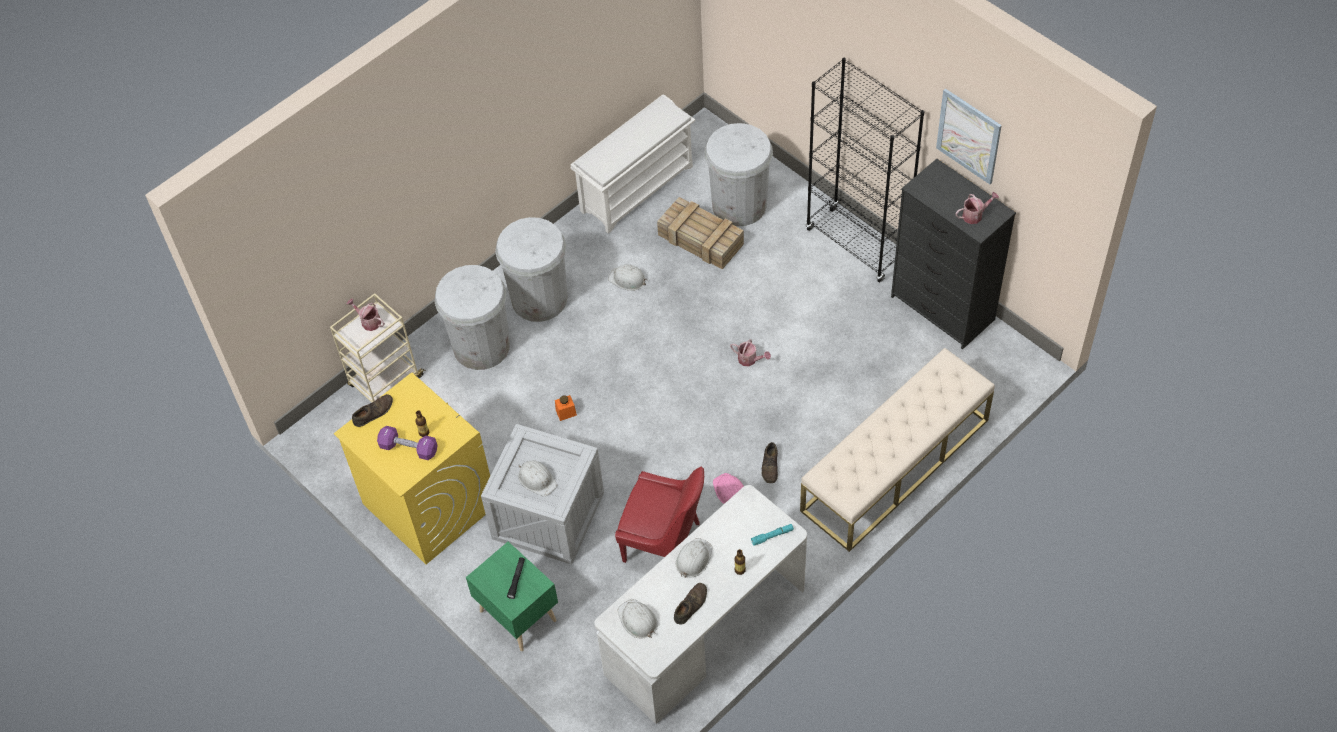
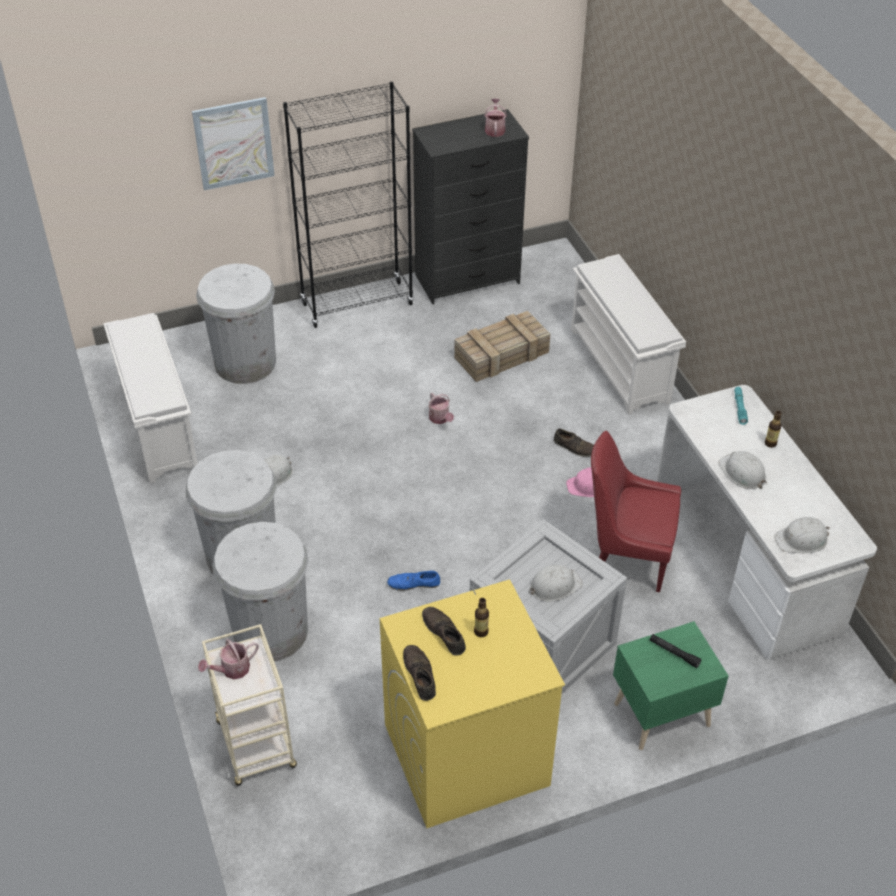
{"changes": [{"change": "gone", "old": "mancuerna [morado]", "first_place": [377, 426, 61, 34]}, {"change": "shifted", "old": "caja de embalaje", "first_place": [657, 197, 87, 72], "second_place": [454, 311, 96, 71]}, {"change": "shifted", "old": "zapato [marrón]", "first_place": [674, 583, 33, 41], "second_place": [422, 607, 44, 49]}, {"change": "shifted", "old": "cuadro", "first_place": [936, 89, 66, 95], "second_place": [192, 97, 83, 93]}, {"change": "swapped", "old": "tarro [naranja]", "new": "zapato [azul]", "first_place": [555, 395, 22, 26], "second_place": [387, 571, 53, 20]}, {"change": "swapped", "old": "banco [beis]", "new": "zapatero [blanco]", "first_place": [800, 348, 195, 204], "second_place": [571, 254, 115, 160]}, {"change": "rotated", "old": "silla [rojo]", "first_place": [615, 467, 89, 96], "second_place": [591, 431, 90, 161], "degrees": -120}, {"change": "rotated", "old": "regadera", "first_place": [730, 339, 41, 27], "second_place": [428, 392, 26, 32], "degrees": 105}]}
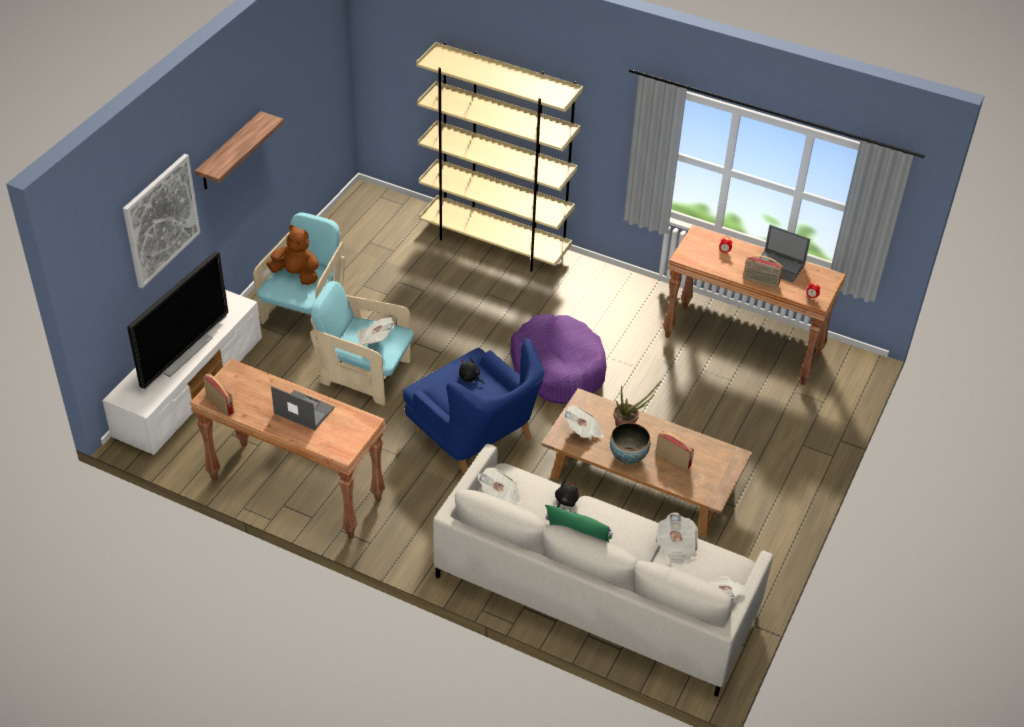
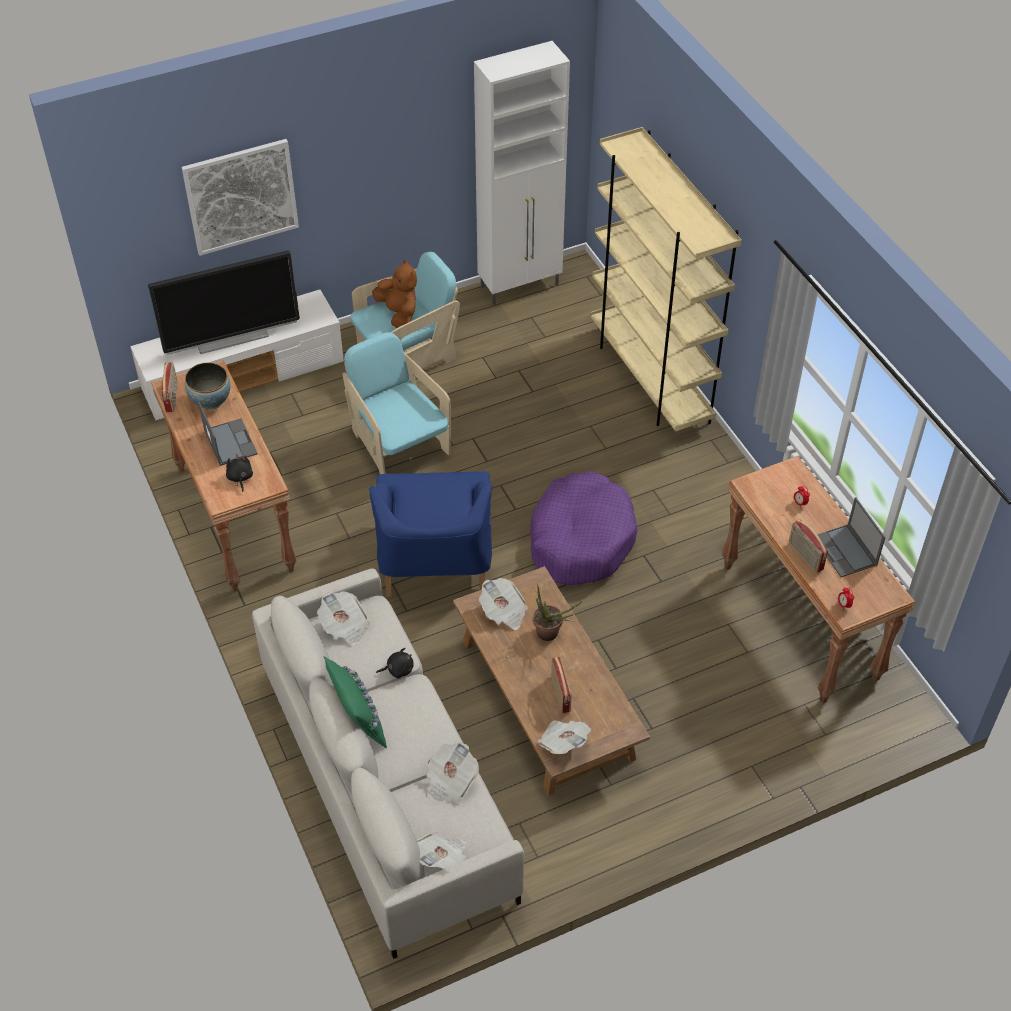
{"changes": [{"change": "gone", "old": "estante", "first_place": [195, 111, 89, 78]}, {"change": "new", "new": "armario [blanco]", "second_place": [474, 41, 96, 264]}, {"change": "shifted", "old": "periódico", "first_place": [357, 317, 38, 28], "second_place": [537, 720, 54, 34]}, {"change": "shifted", "old": "peluche [negro]", "first_place": [459, 358, 25, 26], "second_place": [226, 454, 27, 38]}, {"change": "shifted", "old": "cuenco", "first_place": [610, 423, 40, 42], "second_place": [185, 363, 45, 47]}]}
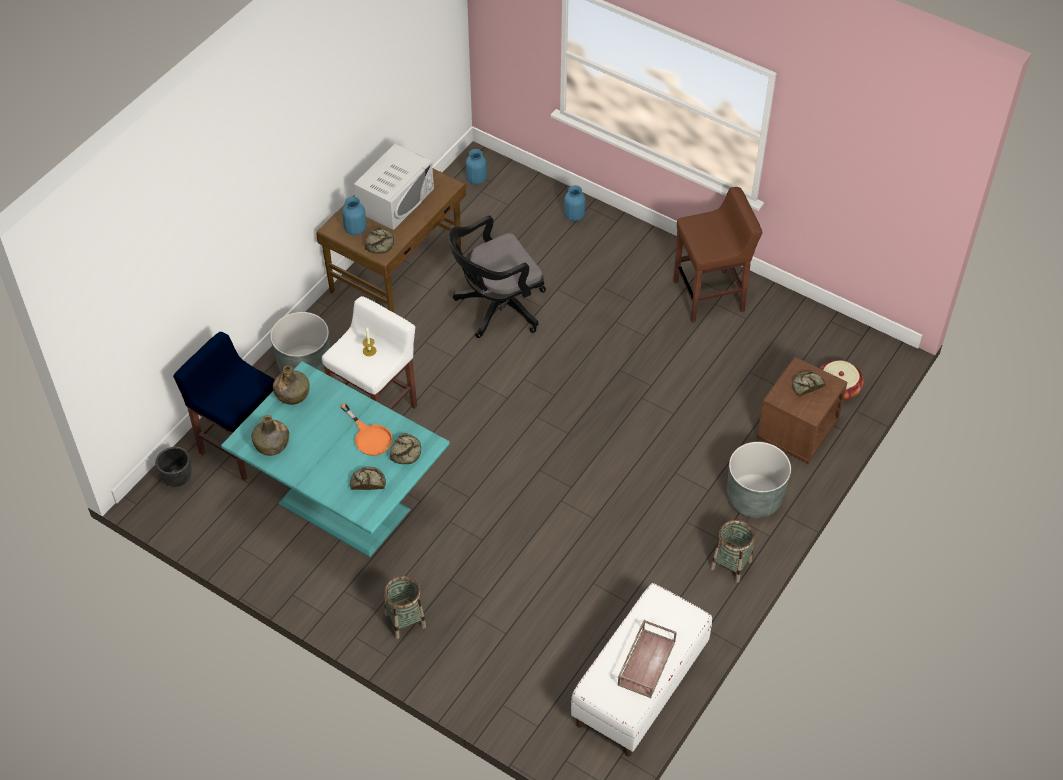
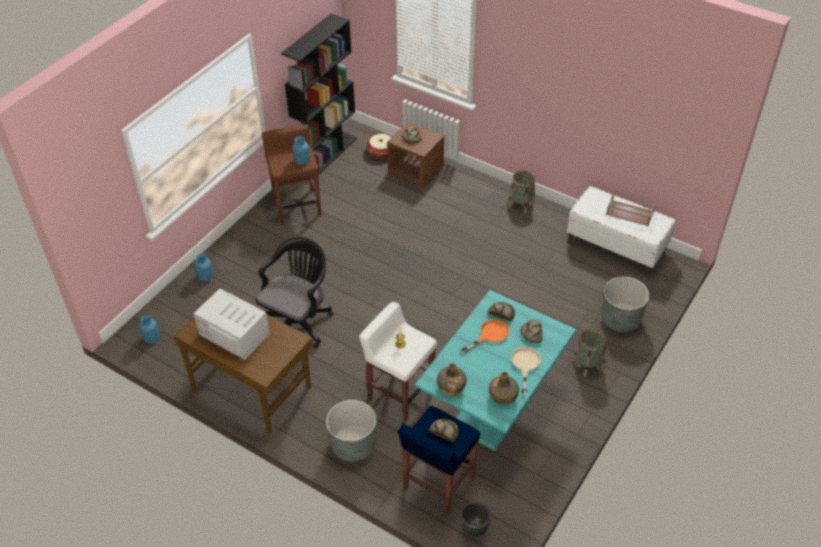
{"changes": [{"change": "new", "new": "estantería [negro]", "second_place": [281, 13, 76, 167]}, {"change": "new", "new": "sartén [beis]", "second_place": [511, 347, 30, 48]}, {"change": "shifted", "old": "florero [azul]", "first_place": [342, 196, 24, 39], "second_place": [293, 136, 17, 29]}, {"change": "shifted", "old": "pan", "first_place": [365, 227, 29, 27], "second_place": [429, 419, 30, 23]}, {"change": "shifted", "old": "maceta [gris]", "first_place": [727, 442, 64, 76], "second_place": [601, 277, 48, 55]}, {"change": "rotated", "old": "silla de oficina [negro]", "first_place": [448, 215, 98, 123], "second_place": [256, 237, 77, 111], "degrees": -120}]}
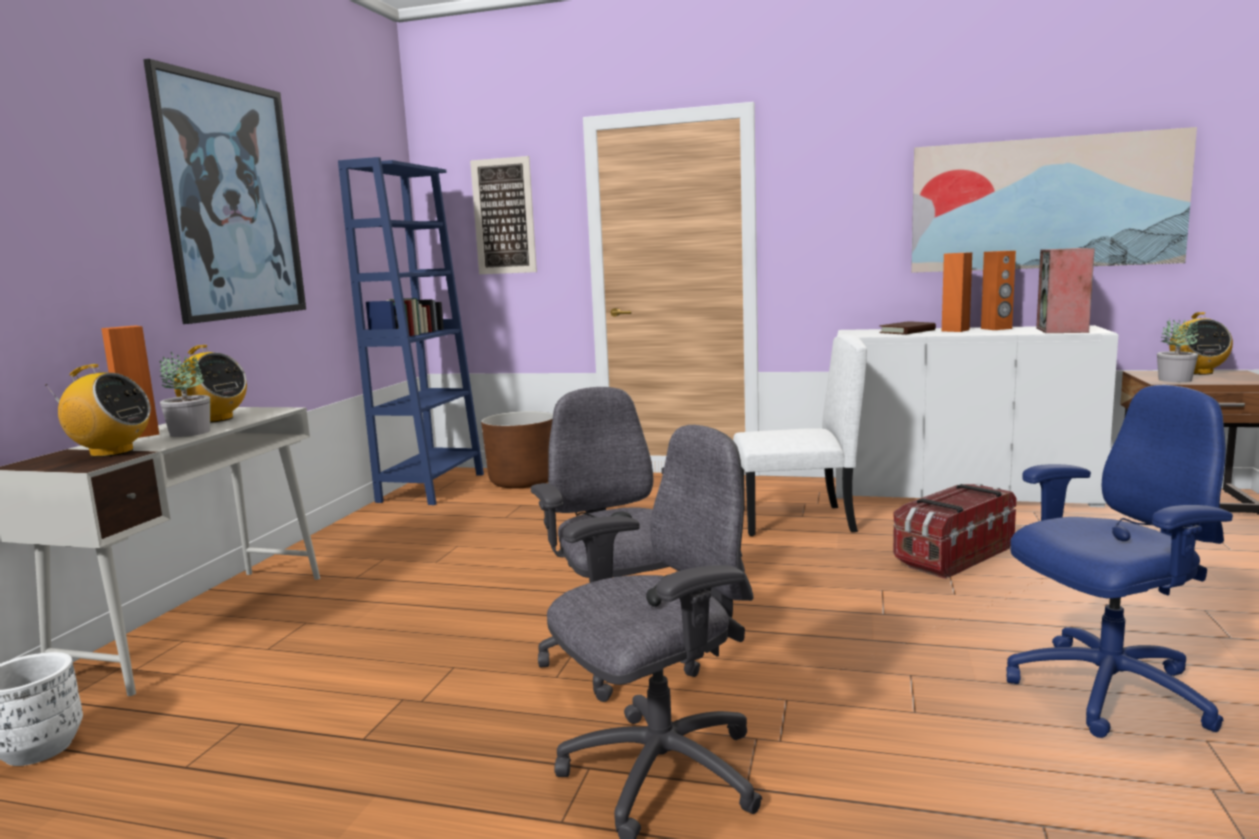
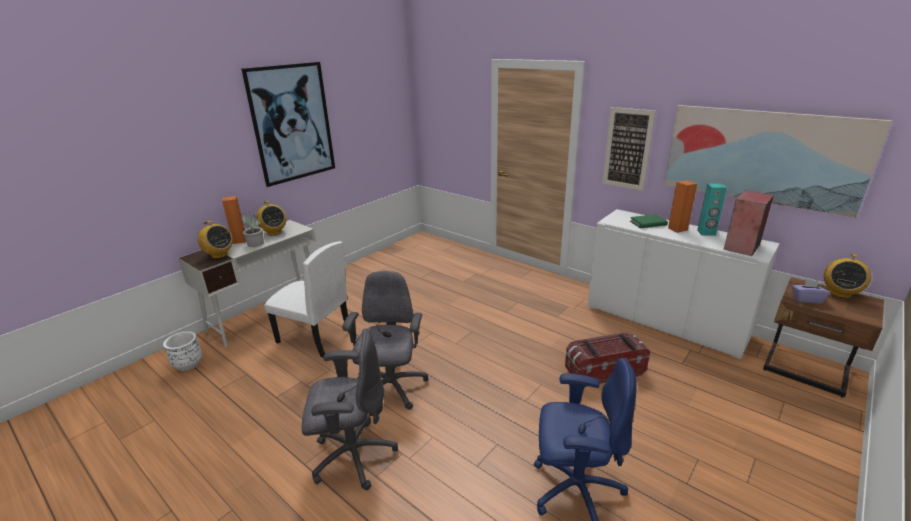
{"changes": [{"change": "gone", "old": "estantería [azul]", "first_place": [338, 157, 146, 348]}, {"change": "gone", "old": "maceta [marrón]", "first_place": [481, 411, 72, 78]}, {"change": "shifted", "old": "cuadro", "first_place": [470, 156, 67, 118], "second_place": [602, 107, 54, 84]}, {"change": "shifted", "old": "silla [blanco]", "first_place": [733, 334, 134, 202], "second_place": [264, 241, 85, 116]}, {"change": "swapped", "old": "planta en maceta", "new": "caja de pañuelos [morado]", "first_place": [1157, 319, 41, 63], "second_place": [792, 279, 38, 25]}, {"change": "repainted", "old": "libro [marrón]", "new": "libro [verde]", "first_place": [879, 321, 57, 13], "second_place": [630, 214, 38, 14]}, {"change": "repainted", "old": "altavoz [naranja]", "new": "altavoz [turquesa]", "first_place": [981, 251, 35, 79], "second_place": [697, 184, 30, 52]}]}
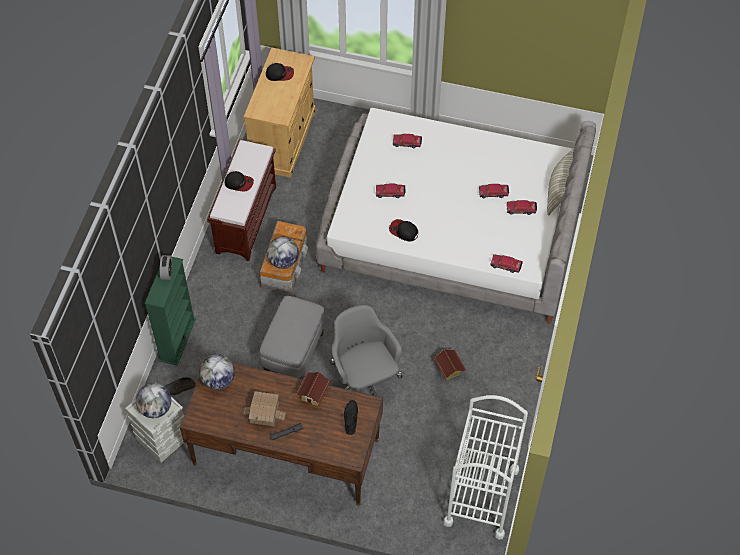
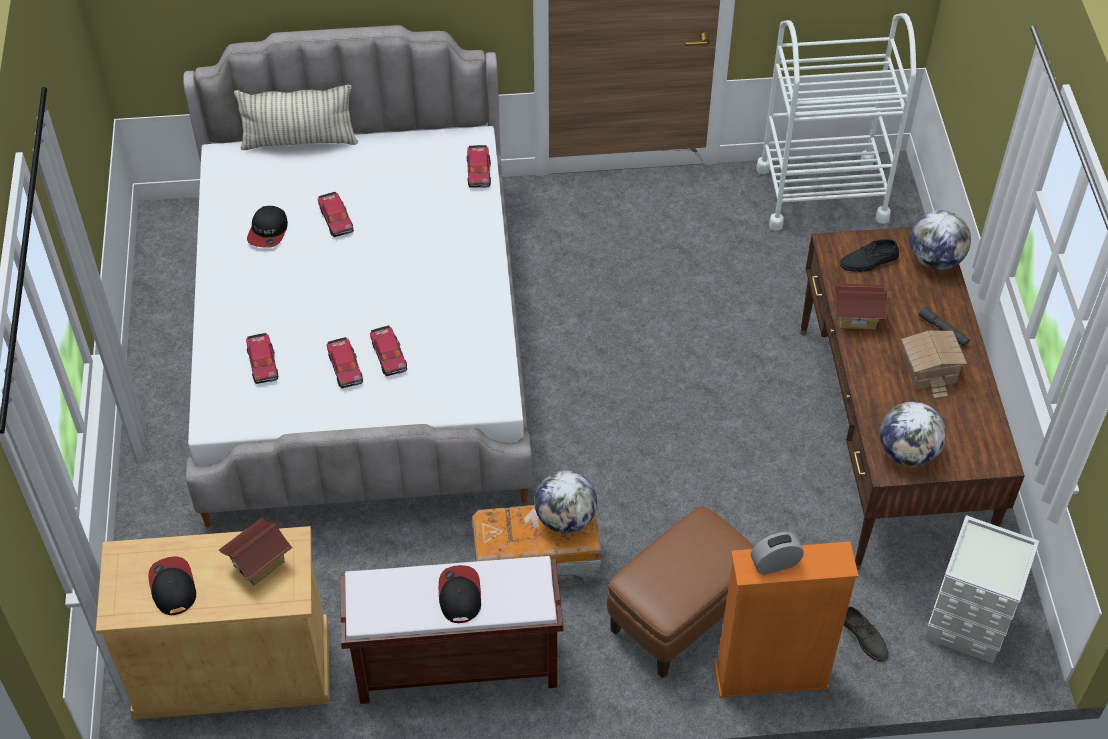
{"changes": [{"change": "gone", "old": "puf [gris]", "first_place": [259, 296, 66, 83]}, {"change": "gone", "old": "silla de oficina [gris]", "first_place": [329, 305, 75, 91]}, {"change": "new", "new": "puf [marrón]", "second_place": [607, 506, 147, 172]}, {"change": "shifted", "old": "globo terráqueo", "first_place": [136, 383, 35, 35], "second_place": [910, 210, 61, 60]}, {"change": "shifted", "old": "gorra", "first_place": [389, 219, 29, 23], "second_place": [247, 206, 41, 42]}, {"change": "shifted", "old": "casita", "first_place": [433, 349, 33, 32], "second_place": [219, 518, 74, 68]}, {"change": "shifted", "old": "coche de juguete", "first_place": [507, 200, 30, 15], "second_place": [327, 337, 36, 51]}, {"change": "repainted", "old": "estantería [verde]", "new": "estantería [naranja]", "first_place": [145, 256, 51, 110], "second_place": [714, 541, 144, 157]}]}
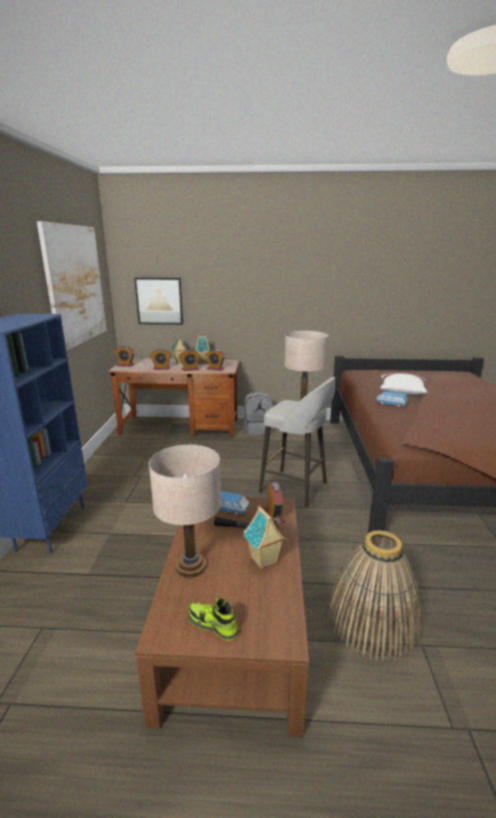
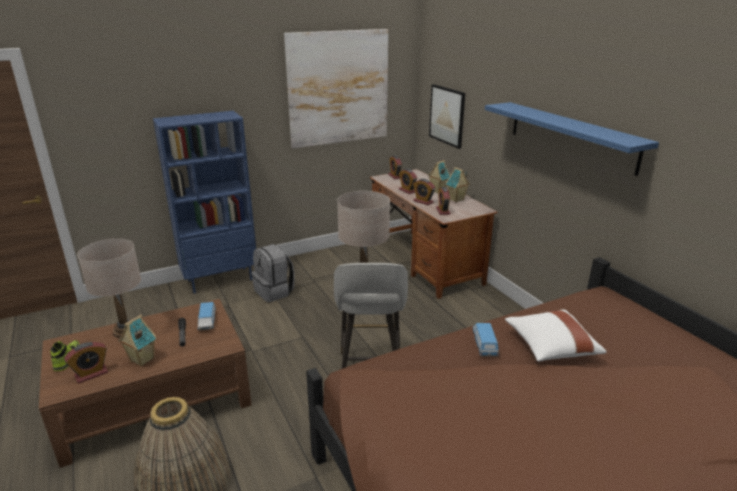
{"changes": [{"change": "new", "new": "estante [azul]", "second_place": [485, 102, 174, 74]}, {"change": "shifted", "old": "mochila [gris]", "first_place": [244, 392, 29, 44], "second_place": [251, 244, 44, 58]}, {"change": "shifted", "old": "despertador", "first_place": [265, 482, 20, 41], "second_place": [64, 342, 44, 42]}]}
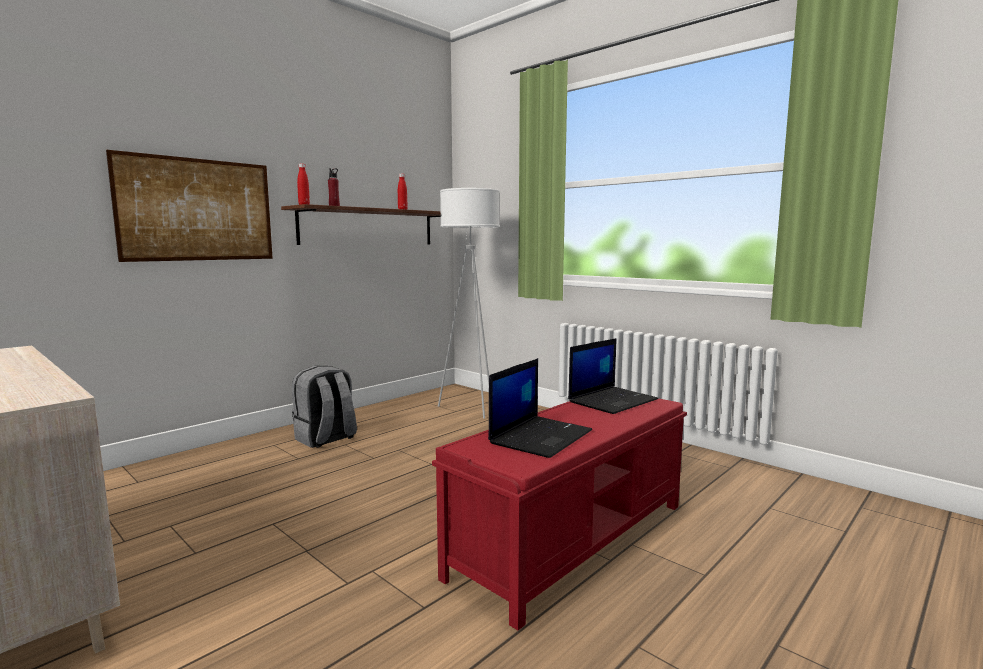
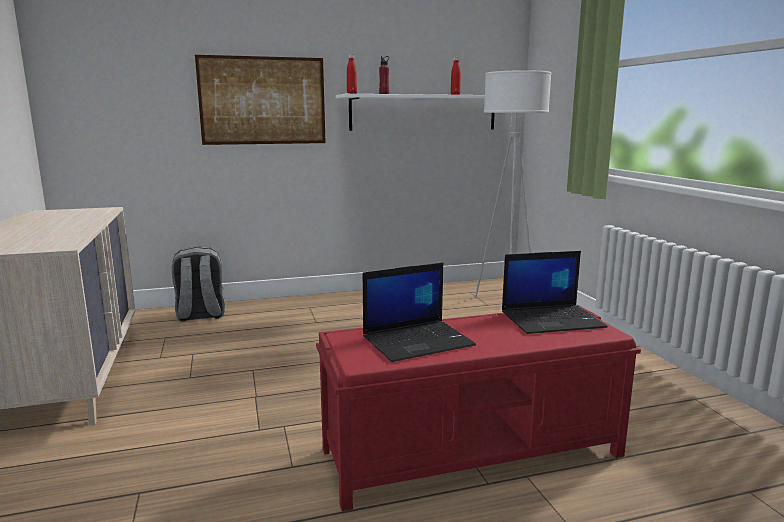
{"changes": [{"change": "shifted", "old": "mochila [gris]", "first_place": [292, 366, 65, 82], "second_place": [172, 246, 53, 76]}, {"change": "repainted", "old": "estante [marrón]", "new": "estante [blanco]", "first_place": [281, 204, 160, 41], "second_place": [336, 94, 159, 37]}]}
